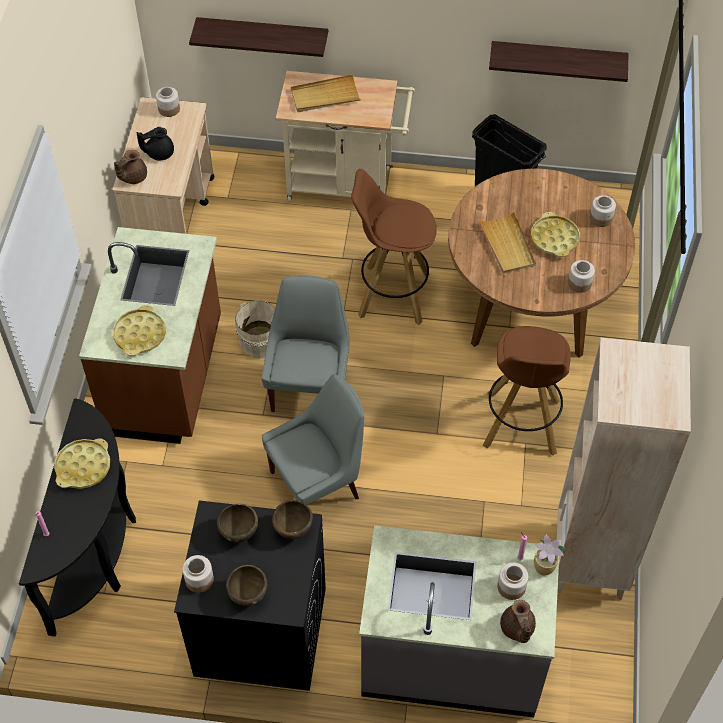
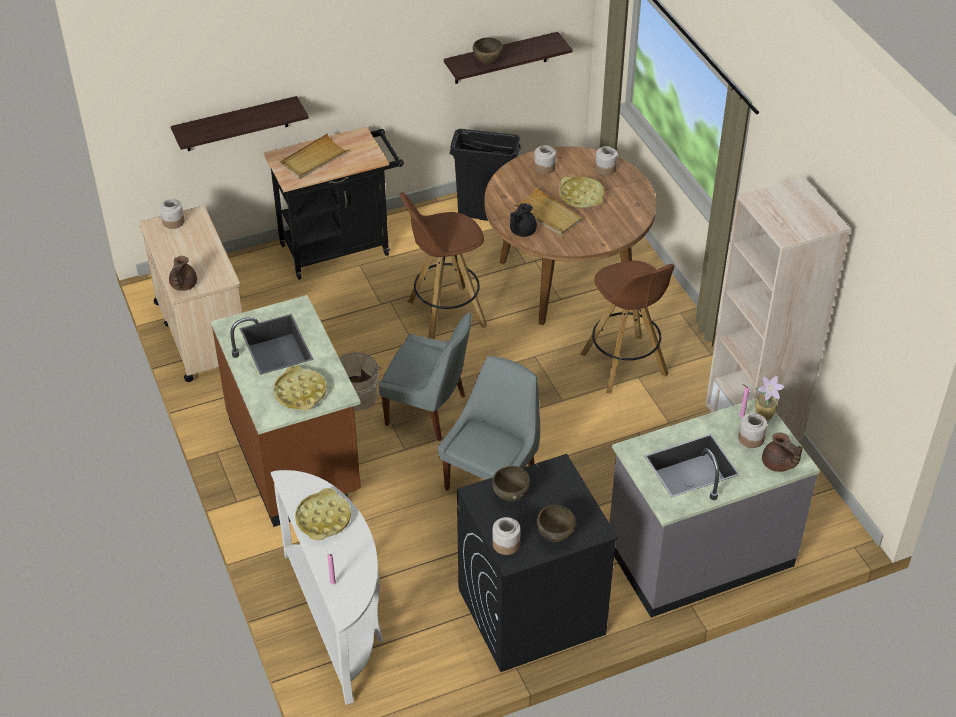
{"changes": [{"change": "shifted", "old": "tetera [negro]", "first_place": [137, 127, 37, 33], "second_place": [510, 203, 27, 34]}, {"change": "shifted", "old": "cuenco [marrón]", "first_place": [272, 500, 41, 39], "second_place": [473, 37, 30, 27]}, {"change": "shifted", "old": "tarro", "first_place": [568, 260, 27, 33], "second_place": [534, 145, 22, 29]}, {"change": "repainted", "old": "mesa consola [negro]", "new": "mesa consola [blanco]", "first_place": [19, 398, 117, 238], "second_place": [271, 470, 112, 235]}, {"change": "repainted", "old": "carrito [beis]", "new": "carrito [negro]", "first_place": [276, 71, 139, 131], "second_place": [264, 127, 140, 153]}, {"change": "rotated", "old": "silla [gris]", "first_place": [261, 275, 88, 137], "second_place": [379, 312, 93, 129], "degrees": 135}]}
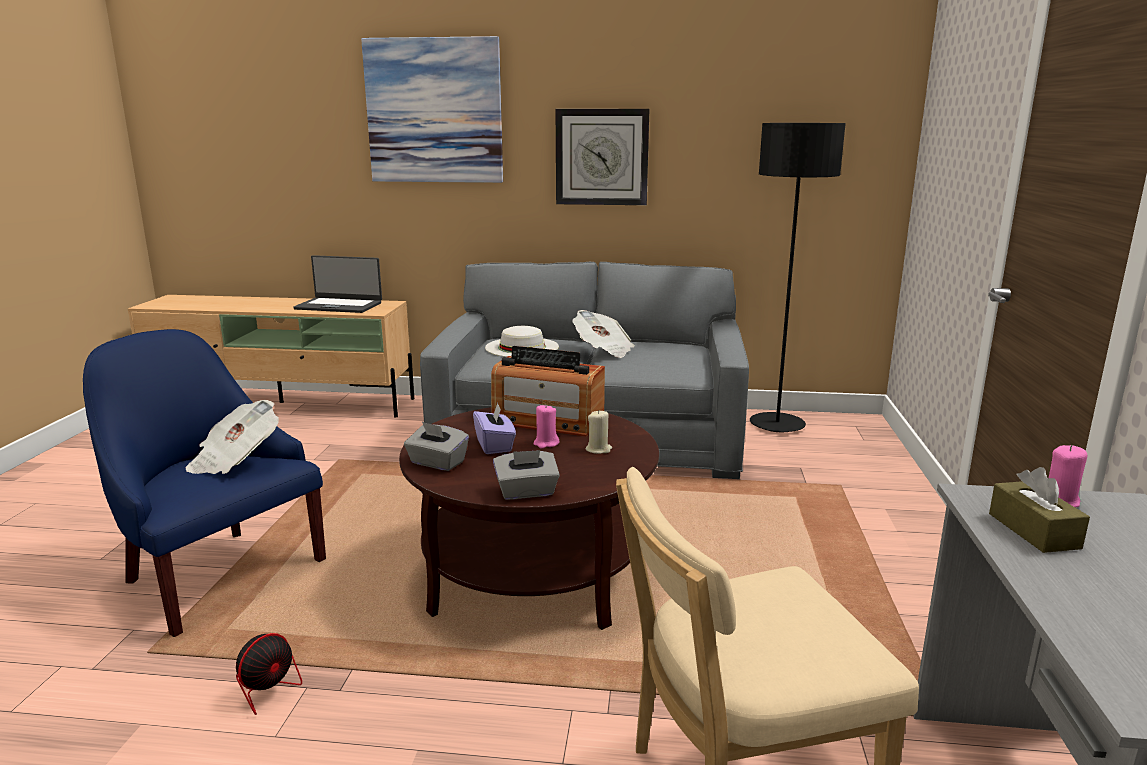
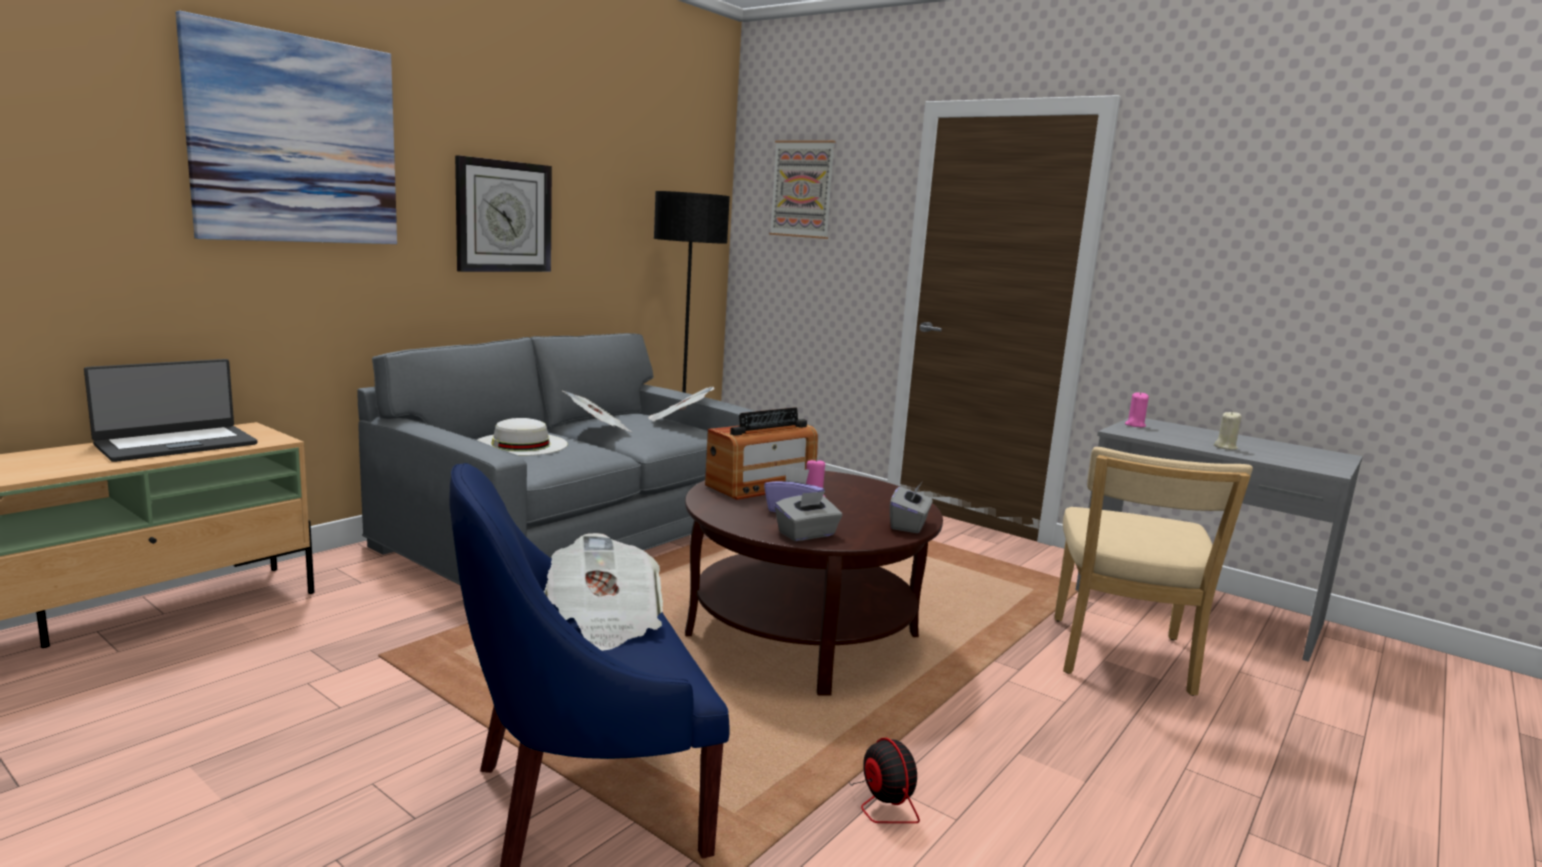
{"changes": [{"change": "gone", "old": "caja de pañuelos [marrón]", "first_place": [989, 467, 101, 86]}, {"change": "new", "new": "periódico", "second_place": [648, 387, 66, 35]}, {"change": "new", "new": "cuadro", "second_place": [769, 140, 67, 99]}, {"change": "shifted", "old": "vela [beis]", "first_place": [585, 410, 27, 44], "second_place": [1214, 411, 28, 39]}]}
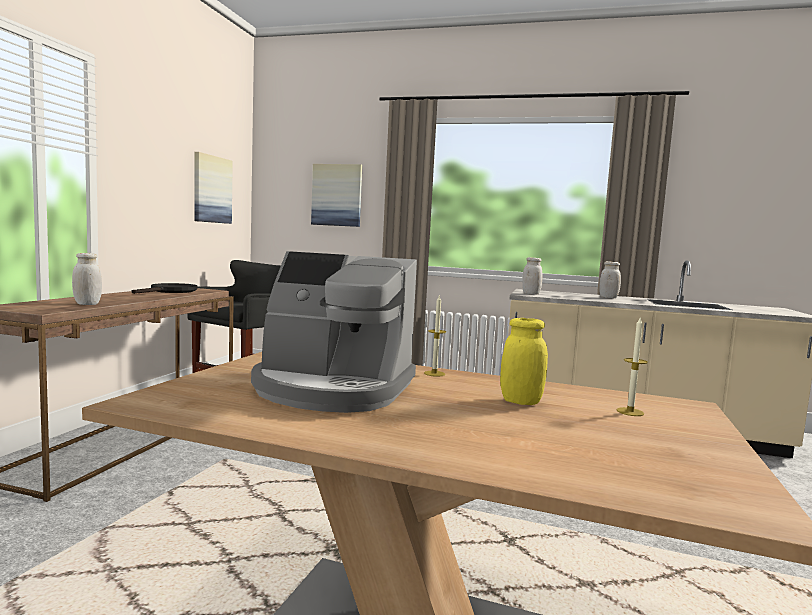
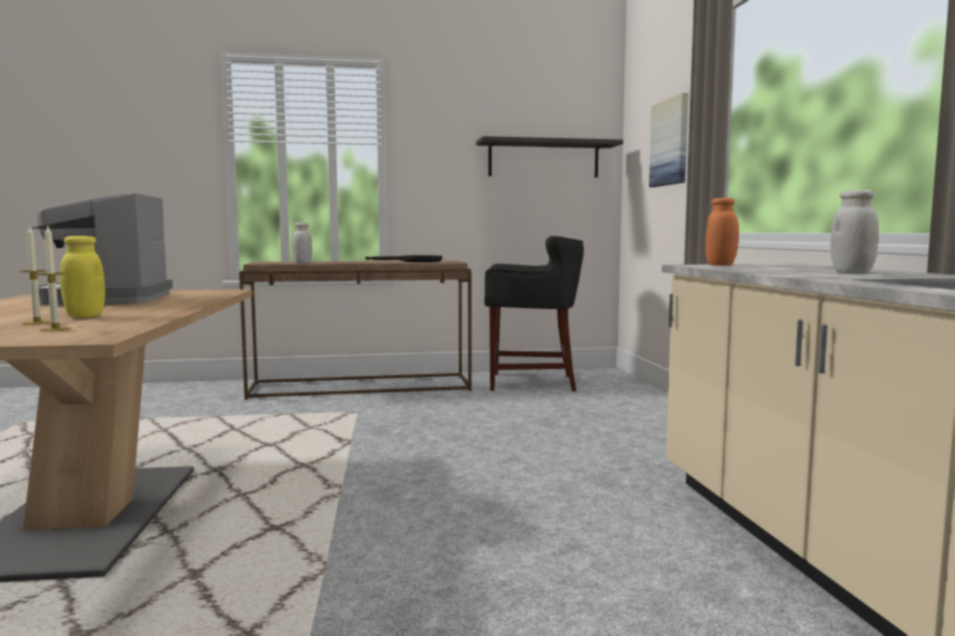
{"changes": [{"change": "shifted", "old": "vela", "first_place": [424, 296, 22, 81], "second_place": [20, 225, 31, 100]}, {"change": "swapped", "old": "cuadro", "new": "estante", "first_place": [194, 152, 39, 72], "second_place": [476, 136, 147, 42]}, {"change": "repainted", "old": "tarro [blanco]", "new": "tarro [naranja]", "first_place": [522, 257, 21, 38], "second_place": [705, 198, 34, 68]}]}
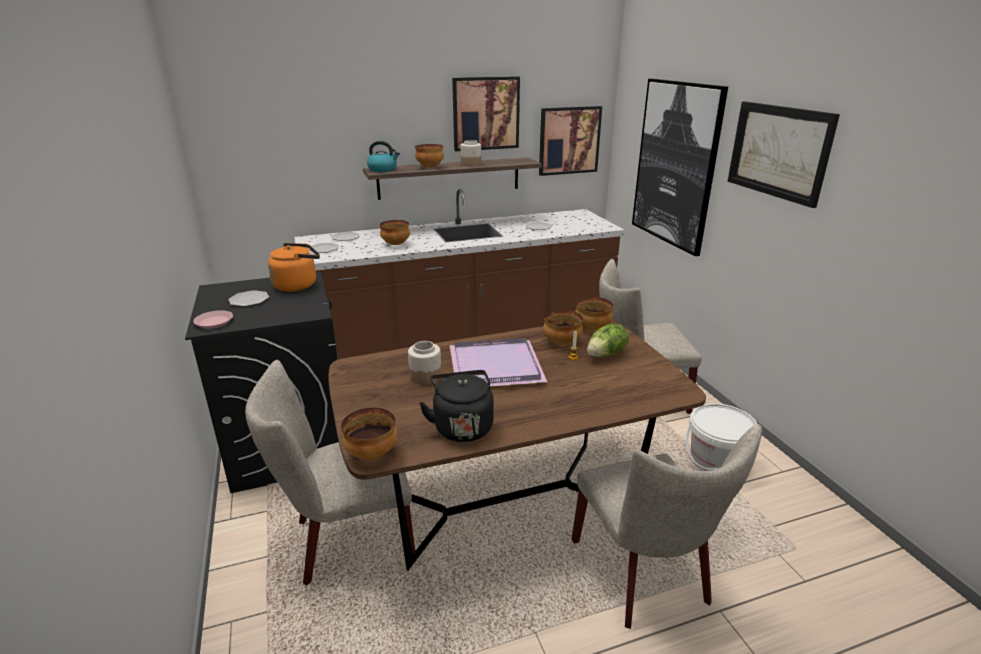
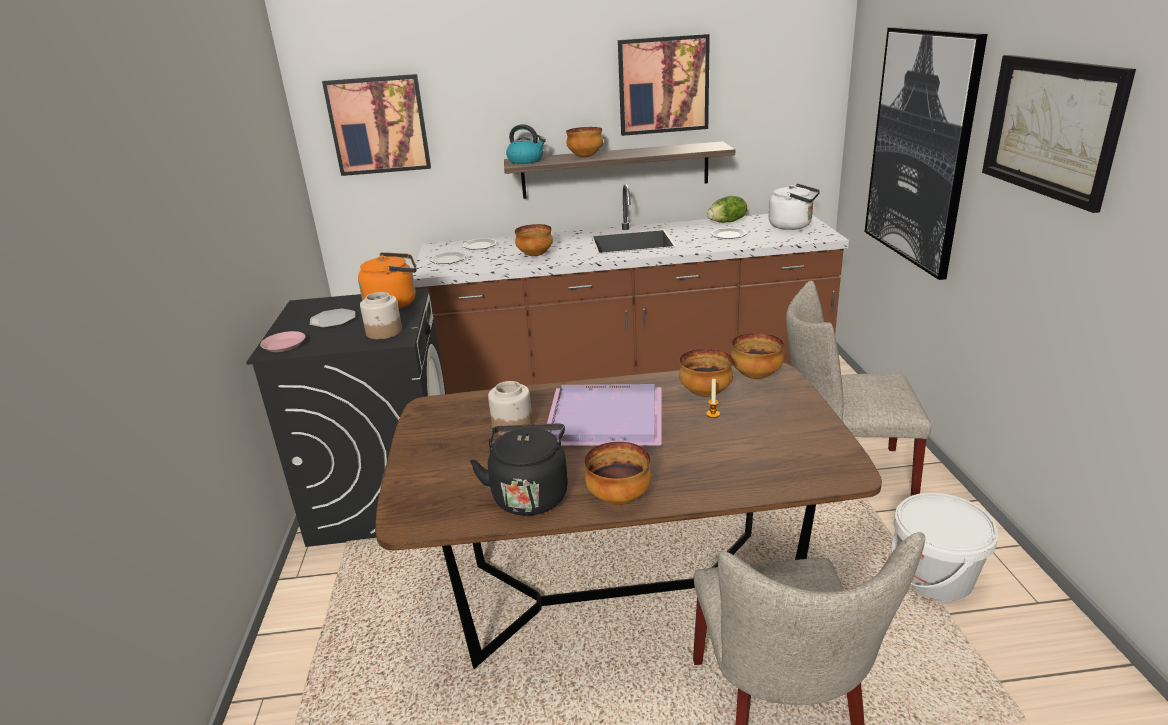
{"changes": [{"change": "gone", "old": "silla [beis]", "first_place": [245, 360, 170, 226]}, {"change": "new", "new": "hervidor [blanco]", "second_place": [769, 183, 51, 47]}, {"change": "shifted", "old": "cuenco", "first_place": [341, 408, 56, 52], "second_place": [585, 442, 66, 63]}, {"change": "shifted", "old": "tarro", "first_place": [461, 140, 20, 26], "second_place": [360, 292, 42, 47]}, {"change": "shifted", "old": "cuadro", "first_place": [539, 106, 63, 70], "second_place": [322, 74, 109, 102]}, {"change": "shifted", "old": "lechuga", "first_place": [587, 324, 42, 33], "second_place": [707, 196, 40, 27]}]}
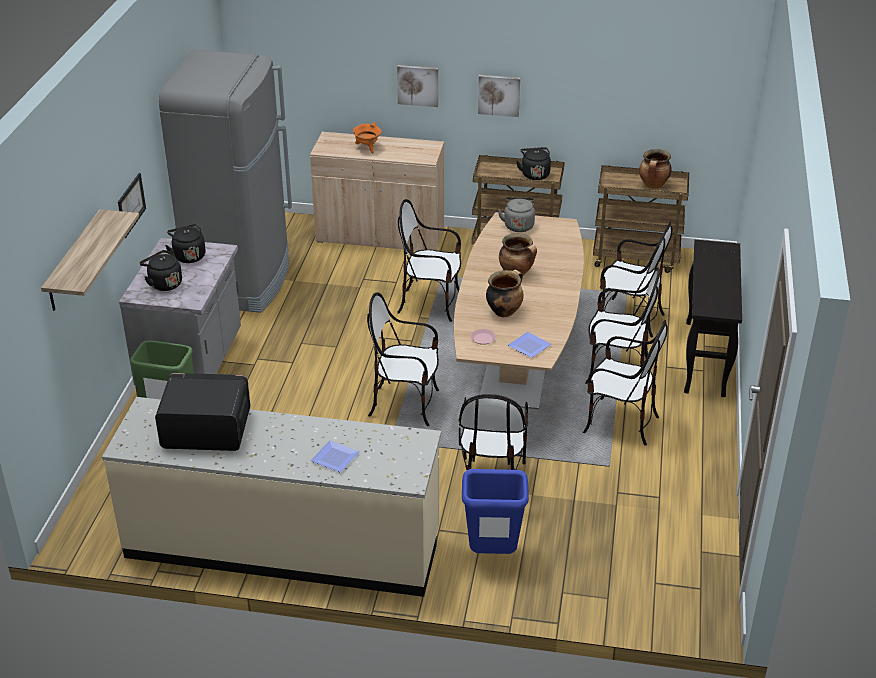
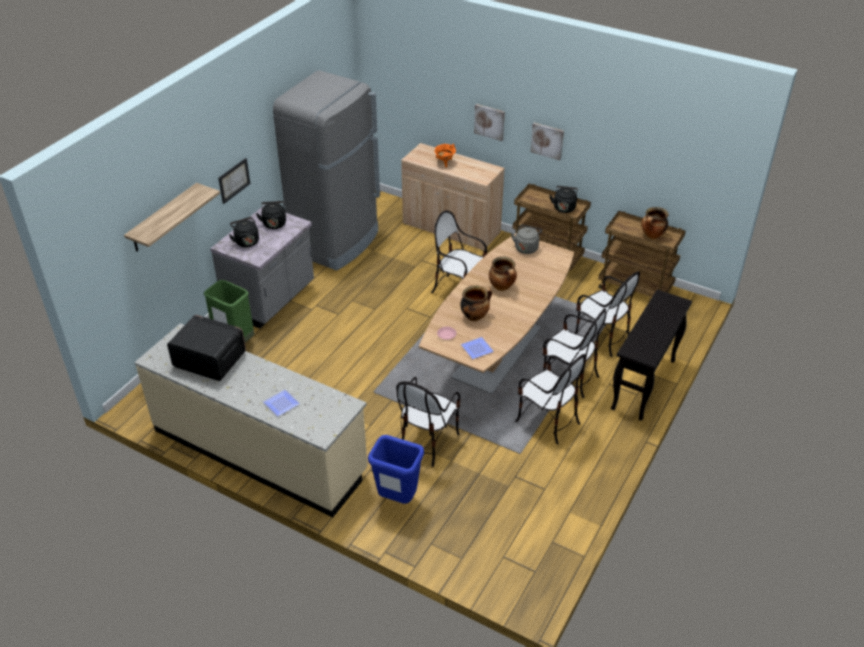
{"changes": [{"change": "gone", "old": "silla", "first_place": [367, 292, 72, 134]}]}
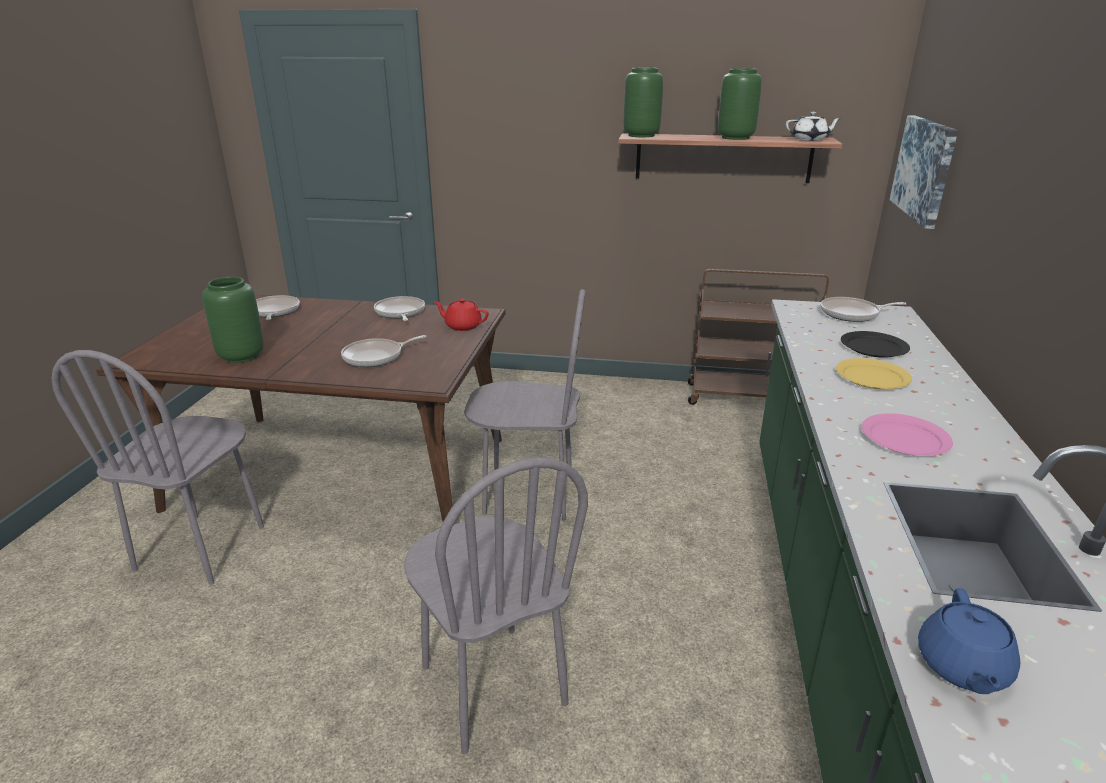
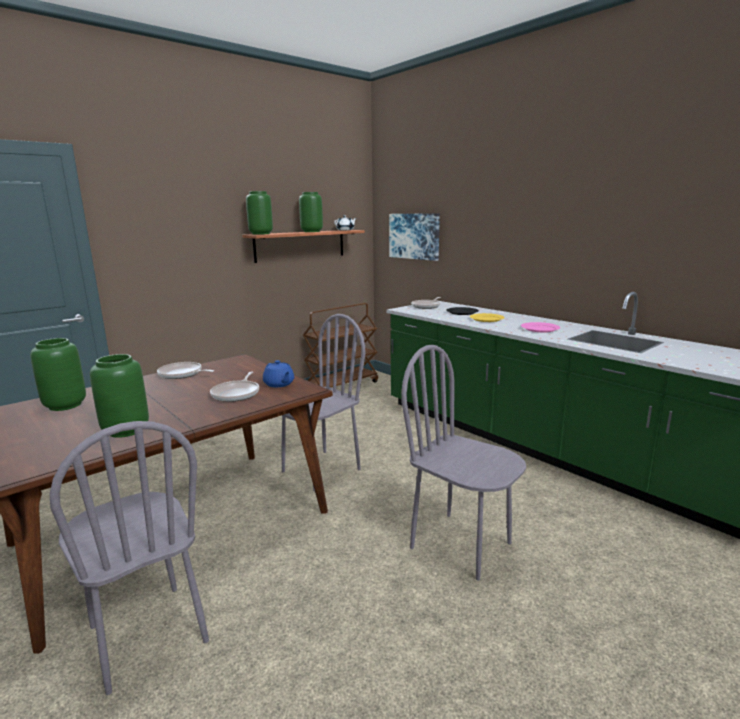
{"changes": [{"change": "gone", "old": "tetera [rojo]", "first_place": [434, 299, 55, 32]}, {"change": "shifted", "old": "tetera [azul]", "first_place": [918, 588, 102, 106], "second_place": [263, 360, 31, 27]}, {"change": "swapped", "old": "sartén", "new": "florero [verde]", "first_place": [256, 295, 44, 25], "second_place": [30, 338, 56, 73]}, {"change": "rotated", "old": "silla [gris]", "first_place": [404, 458, 184, 297], "second_place": [401, 345, 125, 236], "degrees": -150}]}
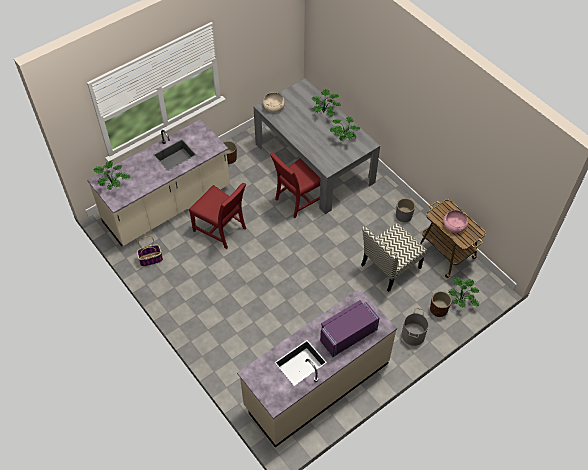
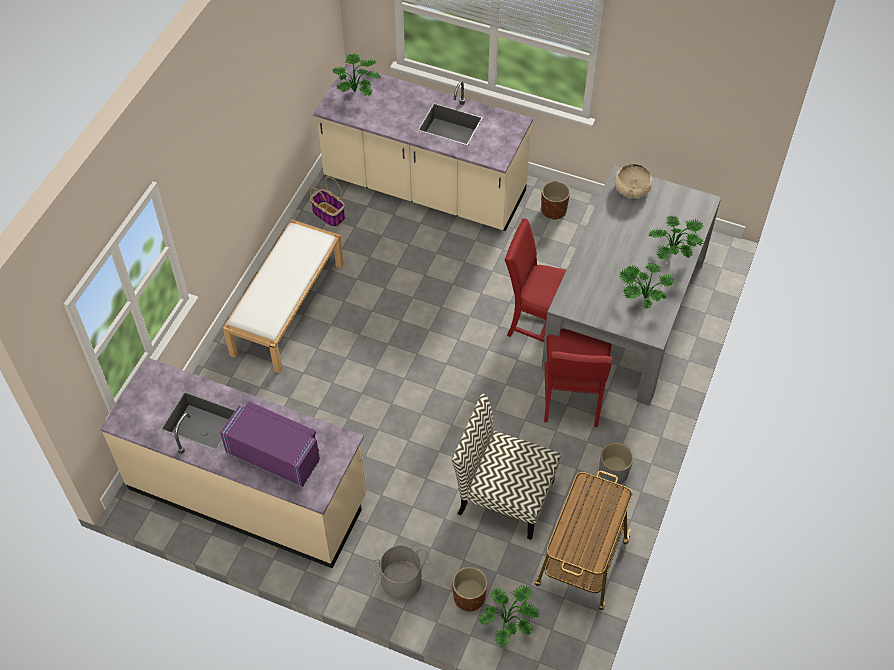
{"changes": [{"change": "gone", "old": "cuenco [rosa]", "first_place": [443, 210, 25, 23]}, {"change": "new", "new": "banco [blanco]", "second_place": [223, 219, 121, 154]}, {"change": "shifted", "old": "silla [rojo]", "first_place": [189, 183, 57, 66], "second_place": [544, 329, 69, 98]}]}
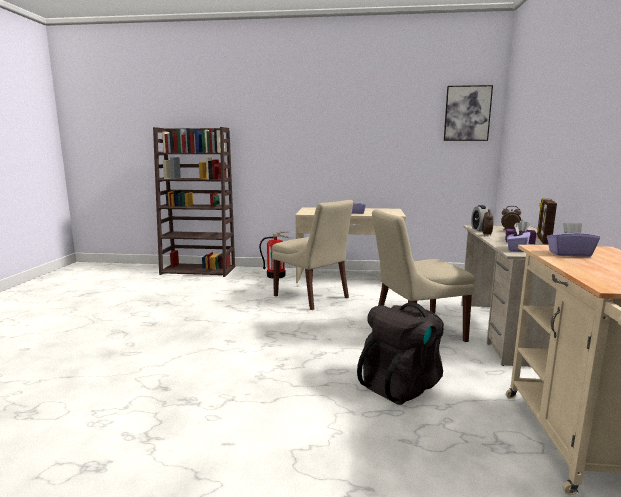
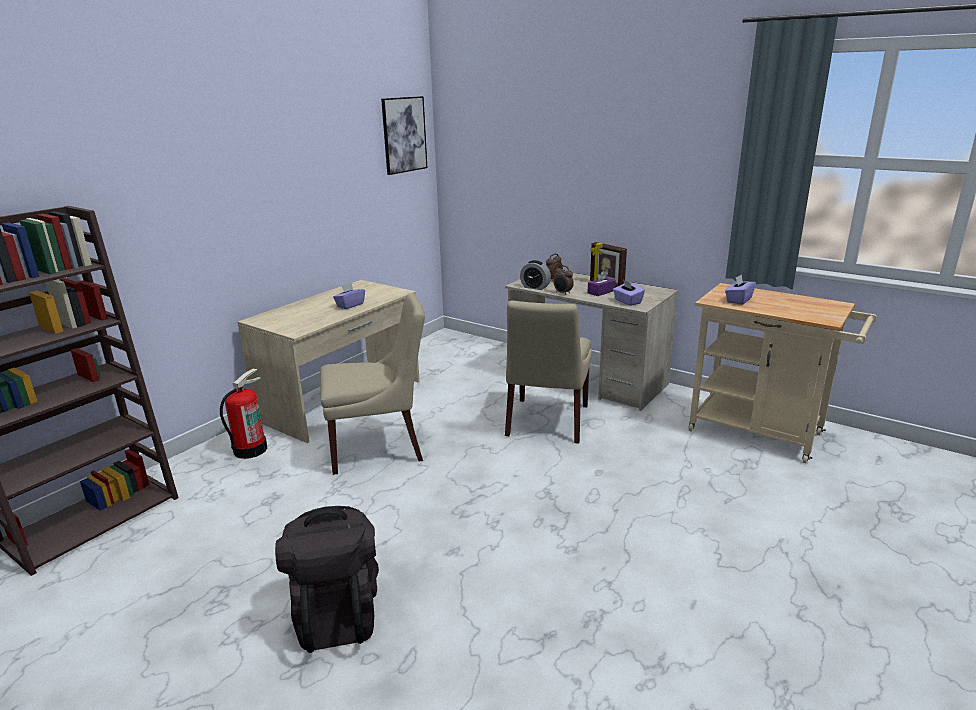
{"changes": [{"change": "shifted", "old": "mochila [negro]", "first_place": [357, 302, 87, 103], "second_place": [275, 506, 104, 147]}]}
